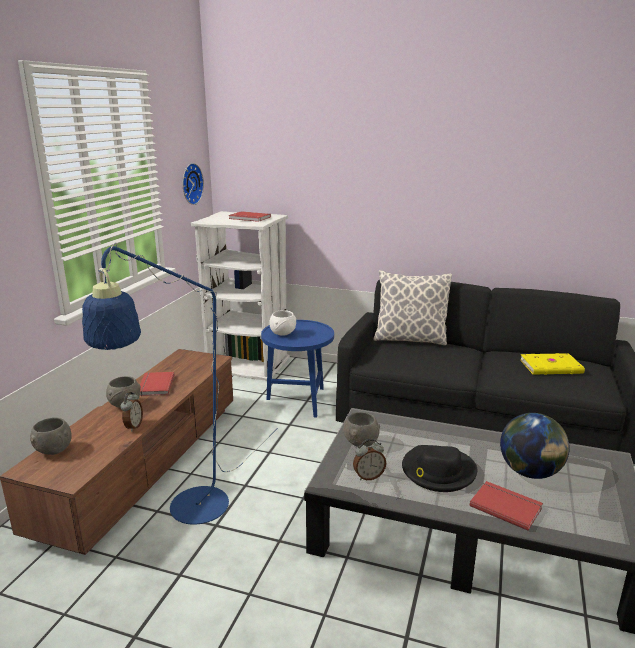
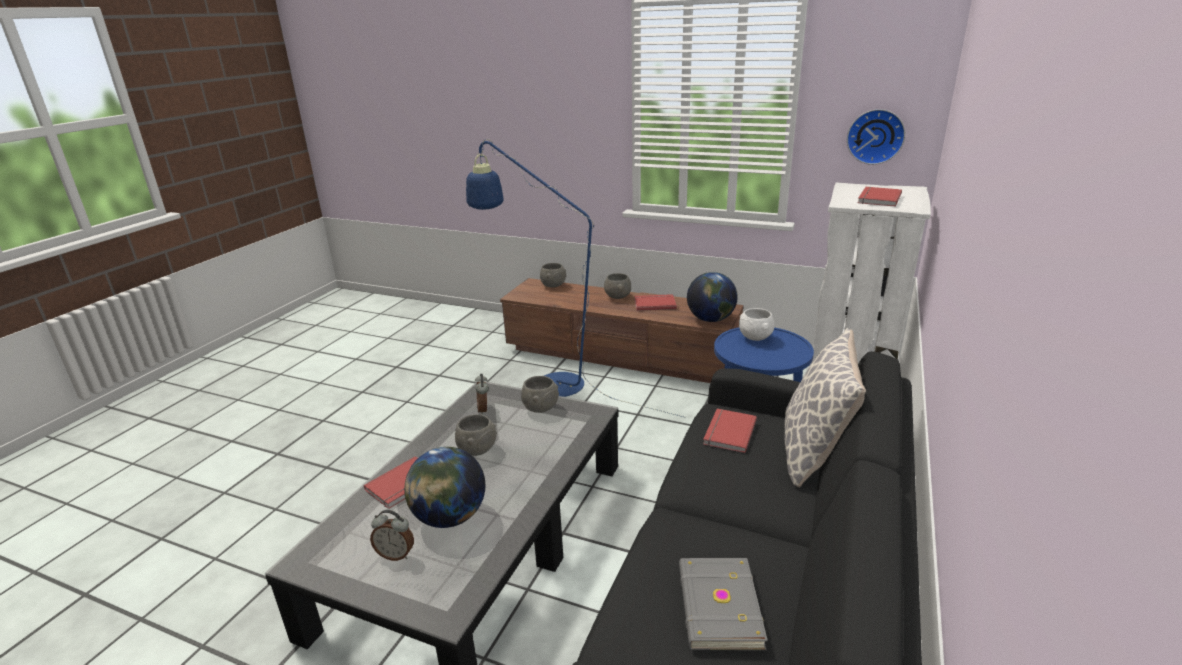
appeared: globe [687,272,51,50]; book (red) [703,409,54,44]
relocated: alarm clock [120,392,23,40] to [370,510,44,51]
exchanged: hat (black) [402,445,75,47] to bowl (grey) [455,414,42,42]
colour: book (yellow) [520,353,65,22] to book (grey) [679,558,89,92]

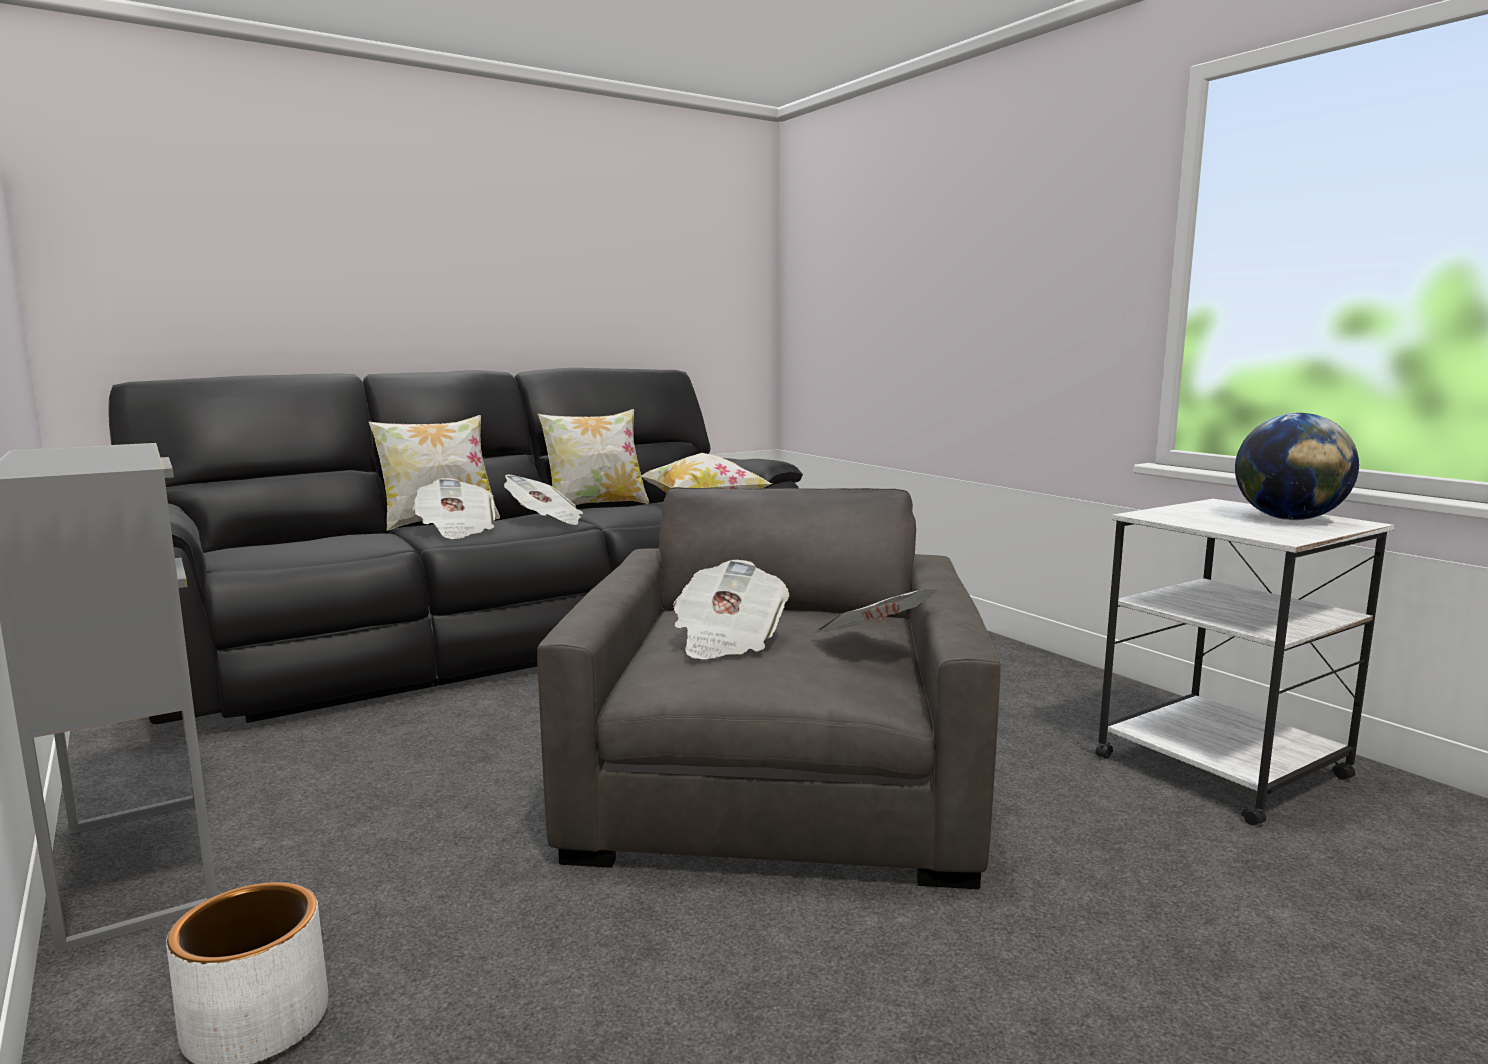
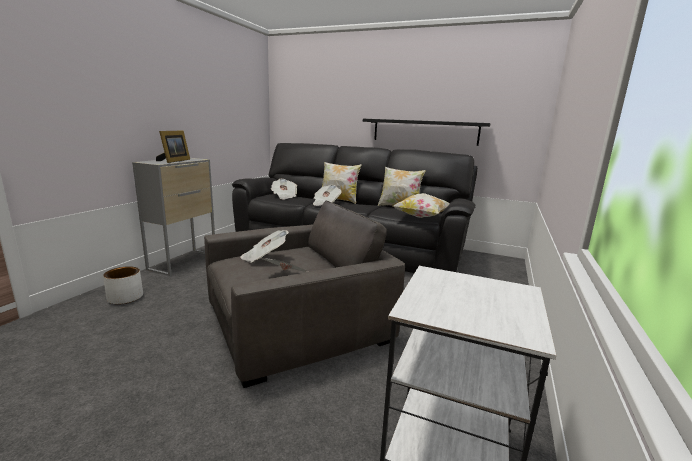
missing: globe [1235,413,124,107]
appeared: picture frame [156,130,34,33]; shelf (black) [363,119,127,27]
relocated: newspaper [504,475,79,50] to [271,179,26,20]

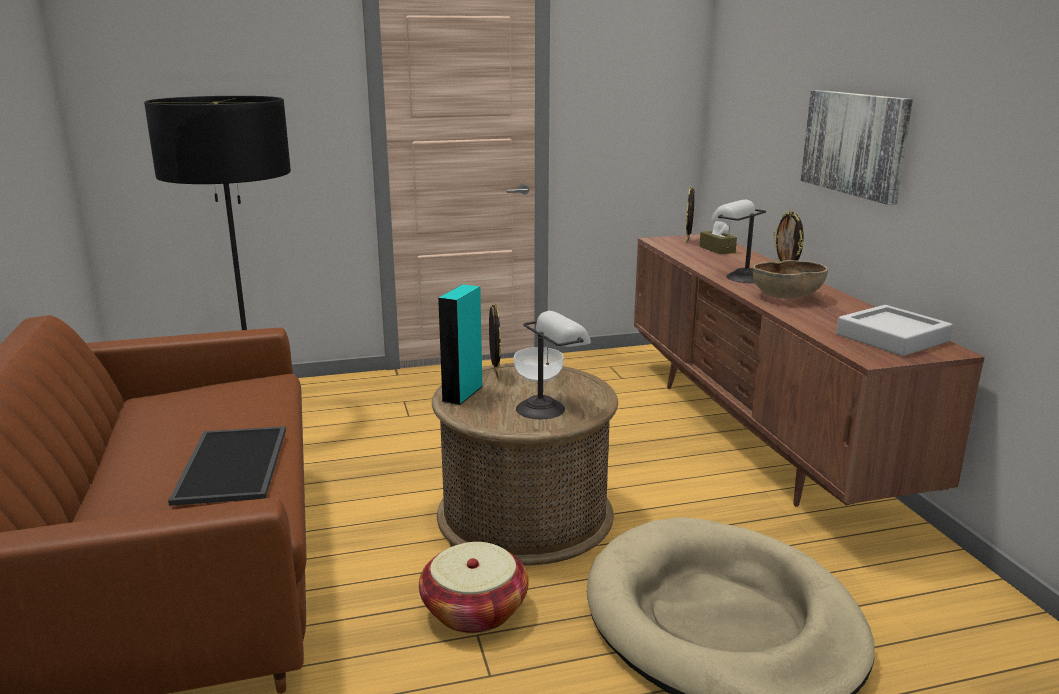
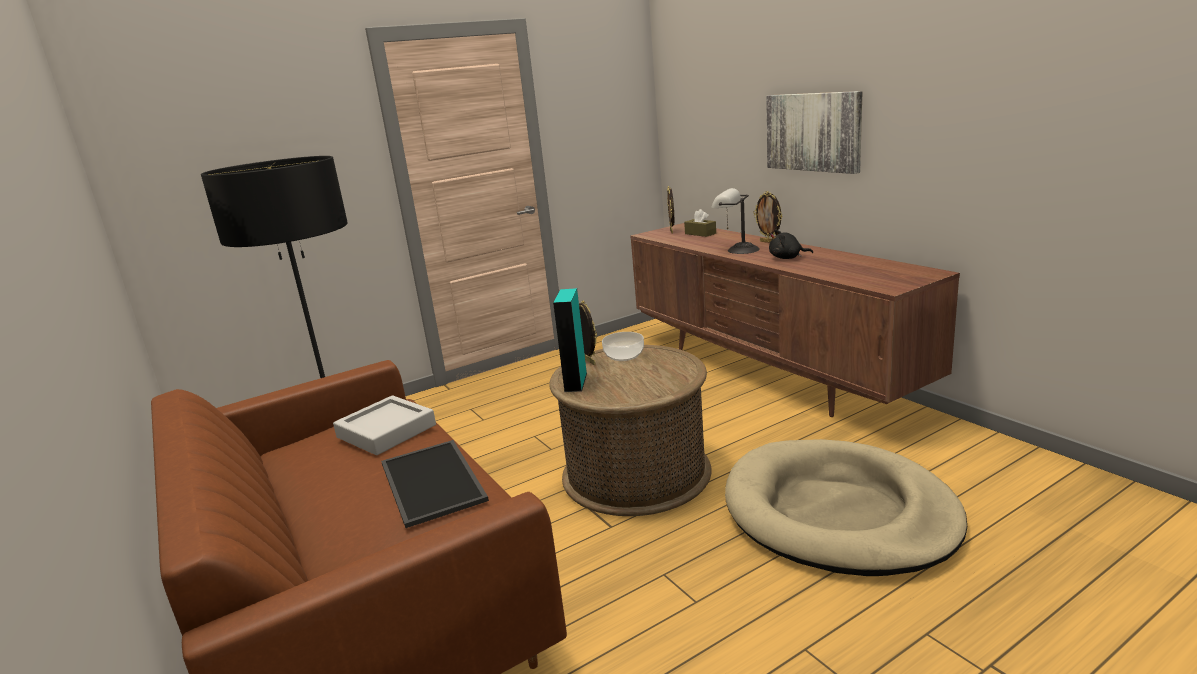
missing: basket [419,542,110,91]; table lamp [516,311,75,108]
relocated: tray (grey) [836,305,117,51] to [333,395,103,60]
exchanged: bowl (brown) [753,260,75,39] to plush toy (black) [769,230,44,29]

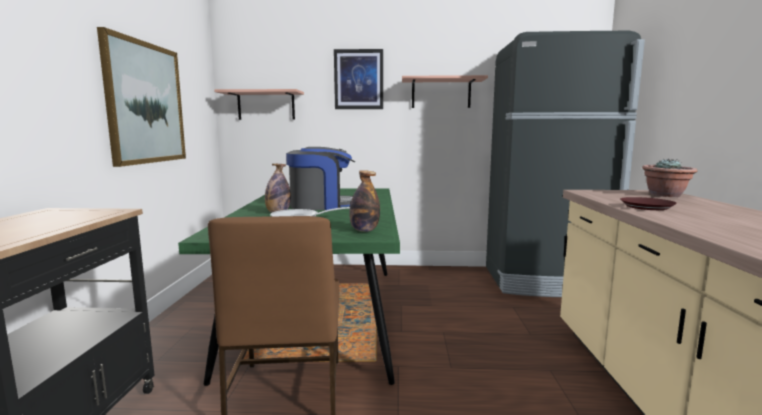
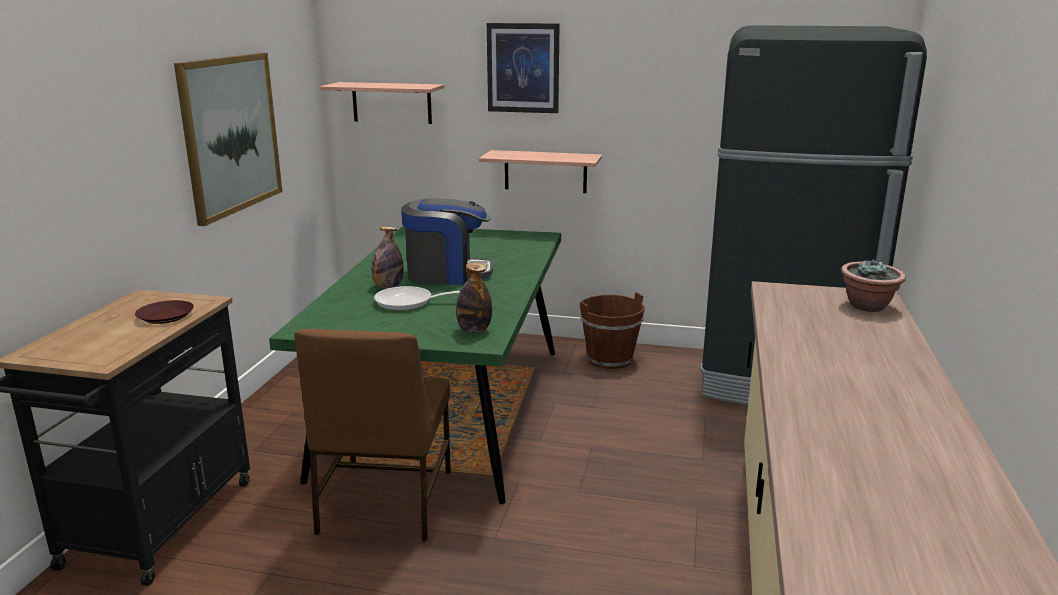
appeared: bucket (brown) [580,292,65,77]
relocated: shelf [402,75,86,33] to [479,150,123,43]; plate (brown) [620,197,57,13] to [135,300,59,24]

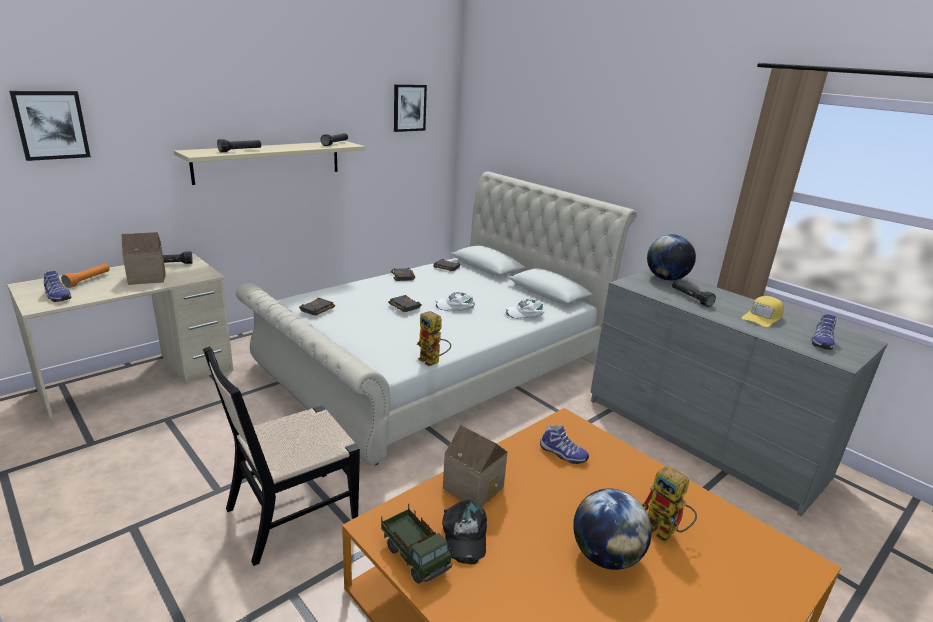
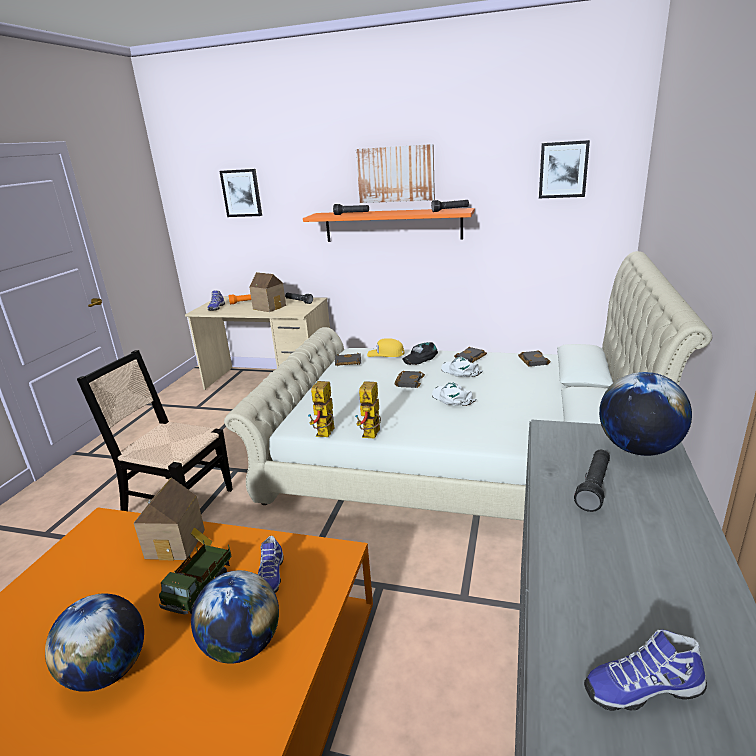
appeared: globe [191,570,88,94]; picture [356,144,79,59]
relocated: toy truck [381,504,71,80] to [159,540,73,74]; cap (black) [442,500,45,64] to [402,342,36,23]; cap (white) [505,299,40,19] to [441,357,42,20]; toy robot [642,466,55,77] to [355,381,26,58]; cap (yellow) [742,296,42,31] to [367,338,38,19]
colour: shelf (beige) [174,141,191,44] to shelf (orange) [303,208,172,34]

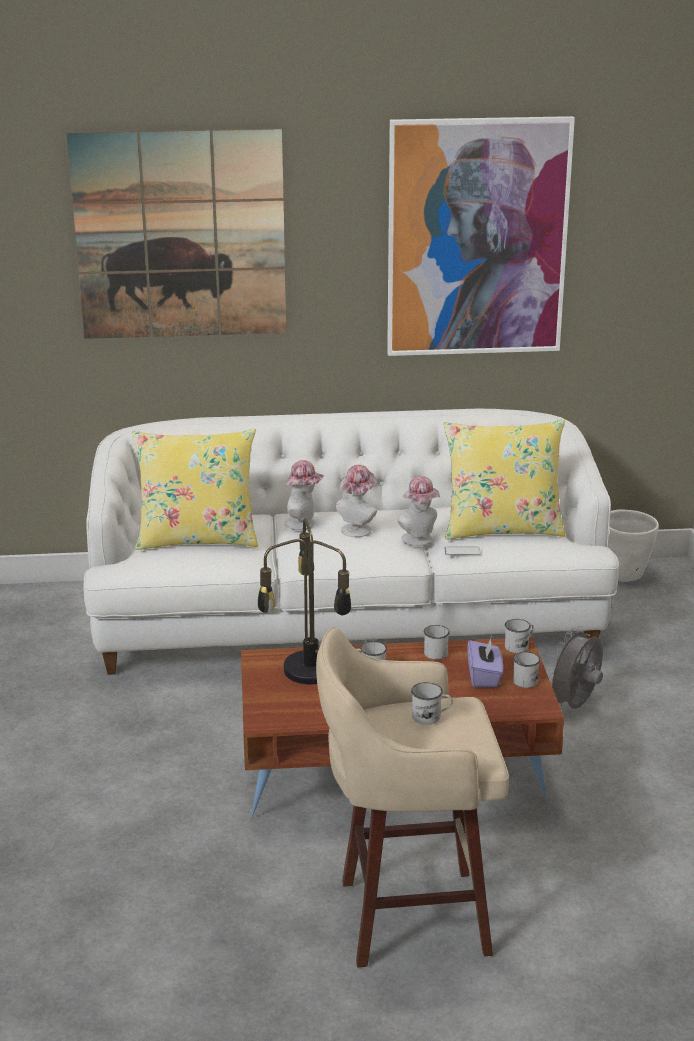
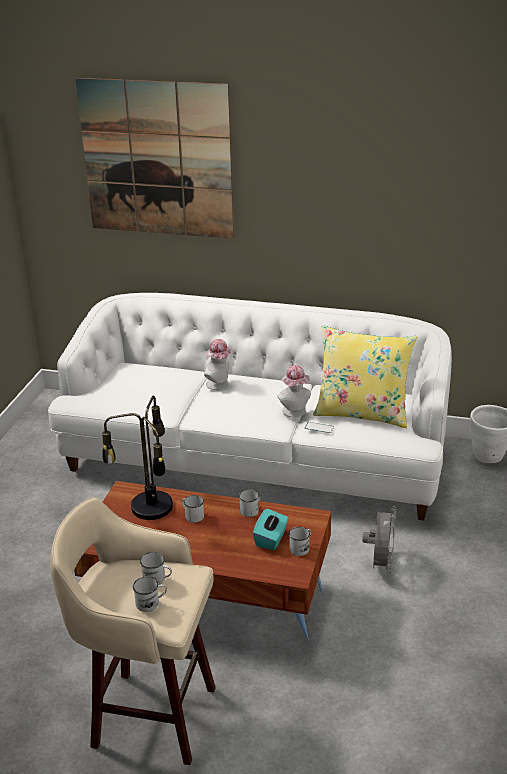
missing: pillow (yellow) [132,428,126,122]; hat [336,465,41,72]; picture [387,116,188,240]
relocated: mug (white) [505,619,29,34] to [133,577,34,35]
colour: tissue box (purple) [467,639,36,48] to tissue box (turquoise) [253,508,36,42]
spun: fan (grey) [548,626,55,83] = [362,506,34,68] 135 degrees clockwise

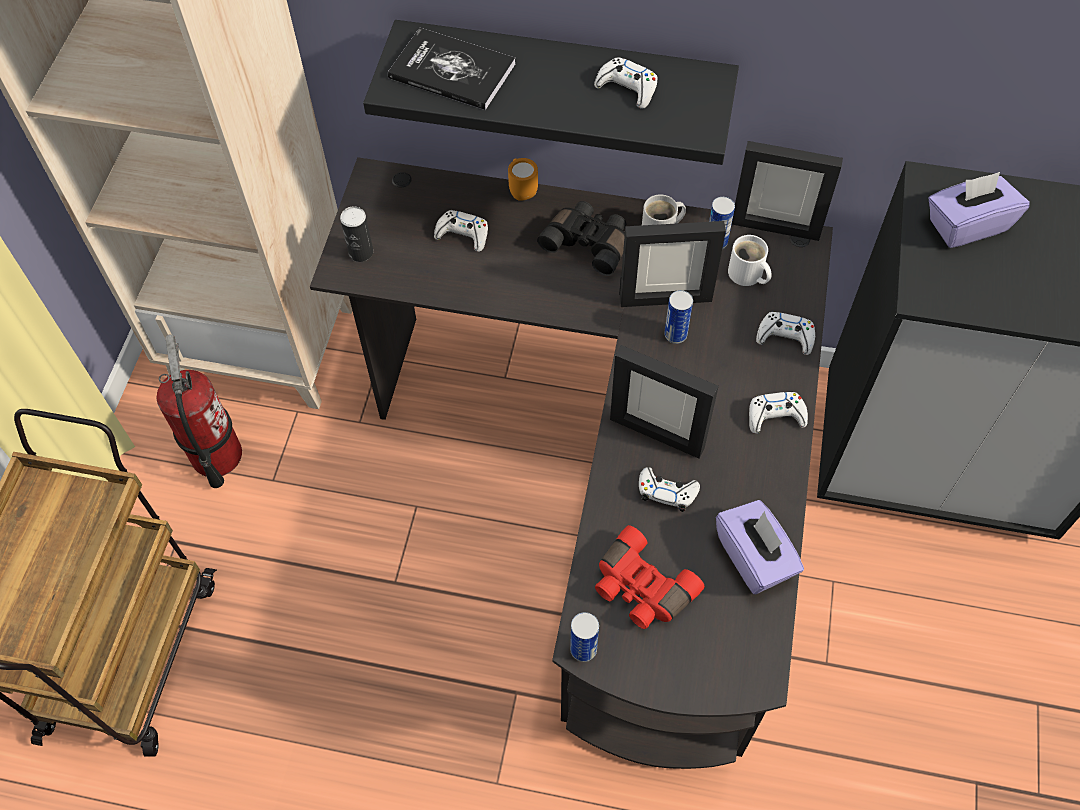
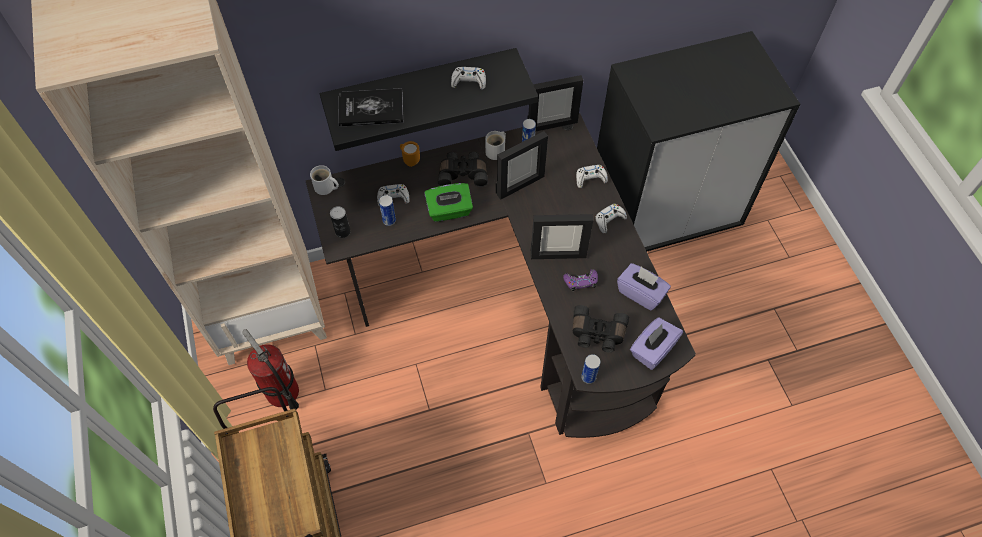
appeared: tissue box (green) [424,183,49,39]
relocated: can [664,290,29,54] to [379,195,17,31]; mug (white) [728,235,44,51] to [310,165,29,30]; tissue box (purple) [929,172,101,76] to [630,317,53,53]
colour: binoculars (red) [595,525,110,104] to binoculars (black) [573,305,56,48]; game controller (white) [639,467,61,45] to game controller (purple) [563,269,35,22]

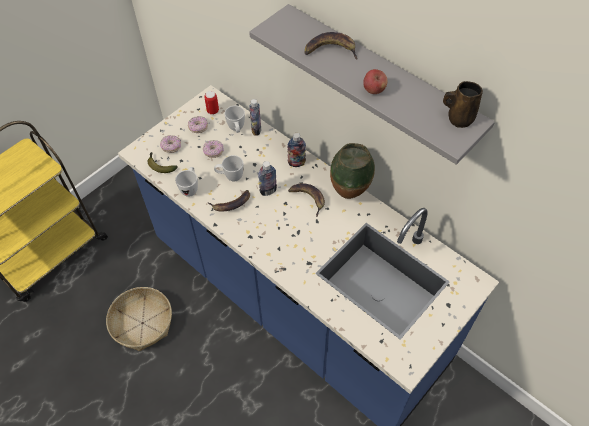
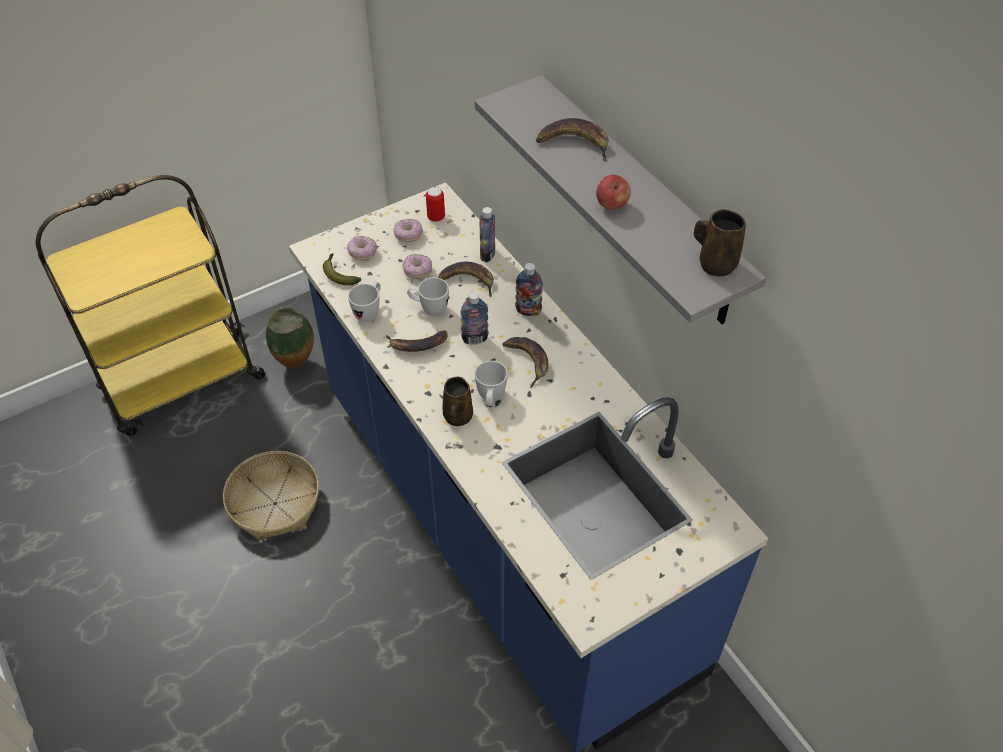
appeared: banana [438,262,56,35]; mug (brown) [442,377,31,49]
relocated: mug (white) [224,106,21,27] to [474,361,34,45]; vase [330,143,45,56] to [266,308,48,61]

